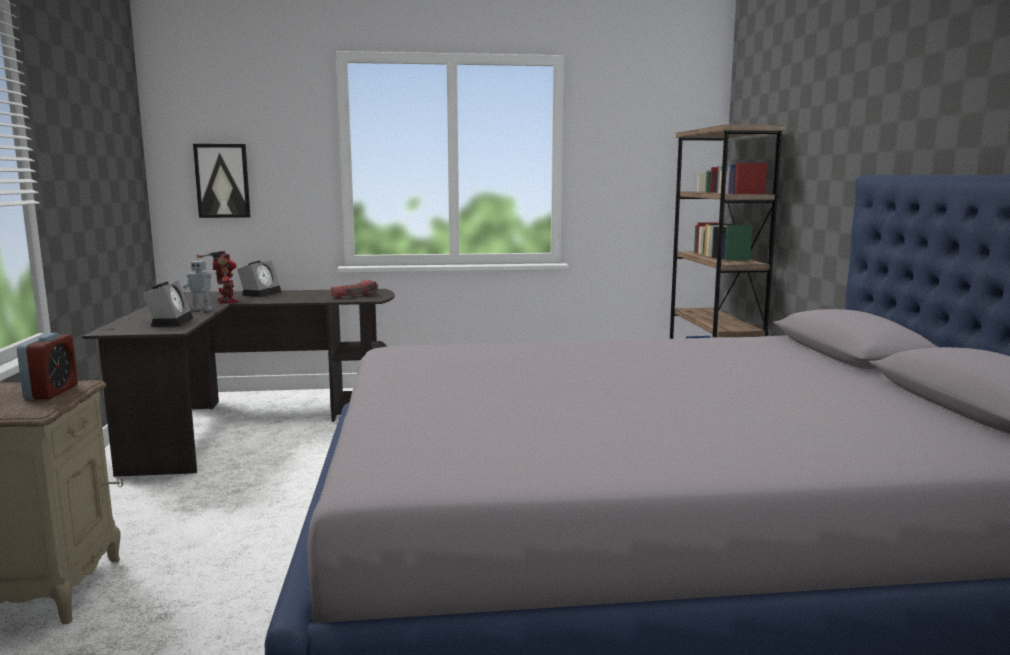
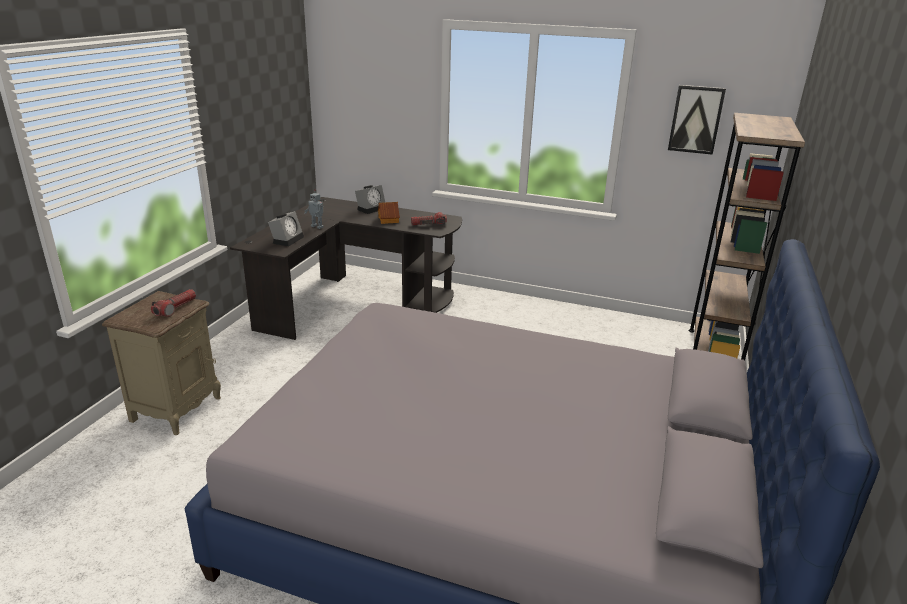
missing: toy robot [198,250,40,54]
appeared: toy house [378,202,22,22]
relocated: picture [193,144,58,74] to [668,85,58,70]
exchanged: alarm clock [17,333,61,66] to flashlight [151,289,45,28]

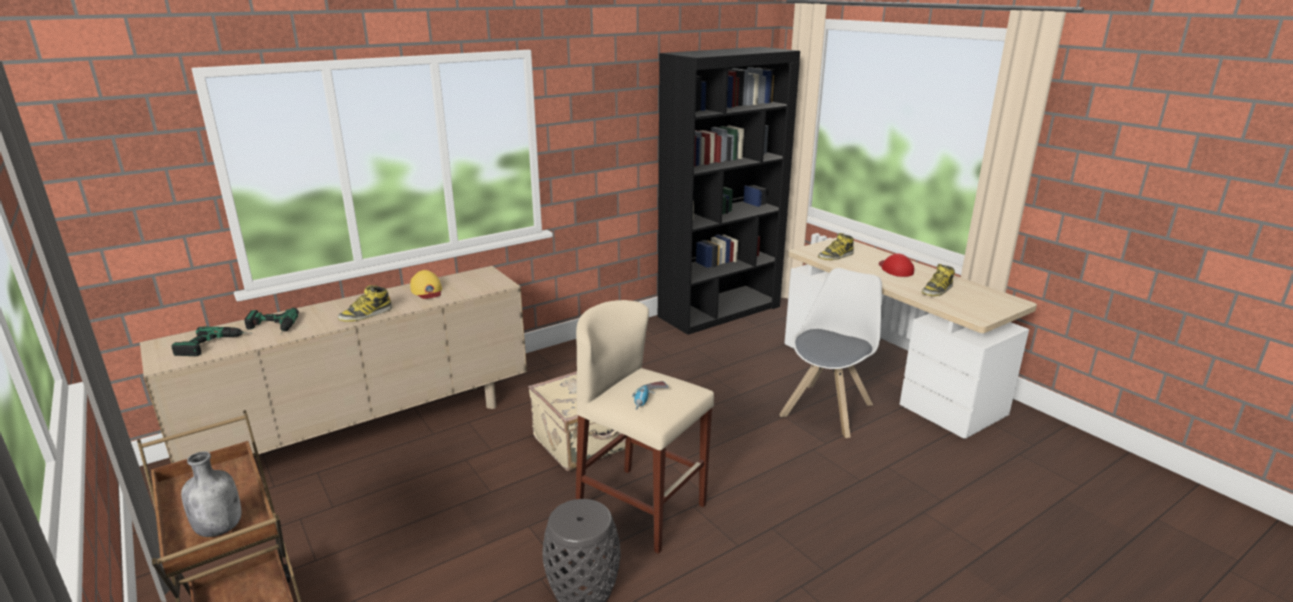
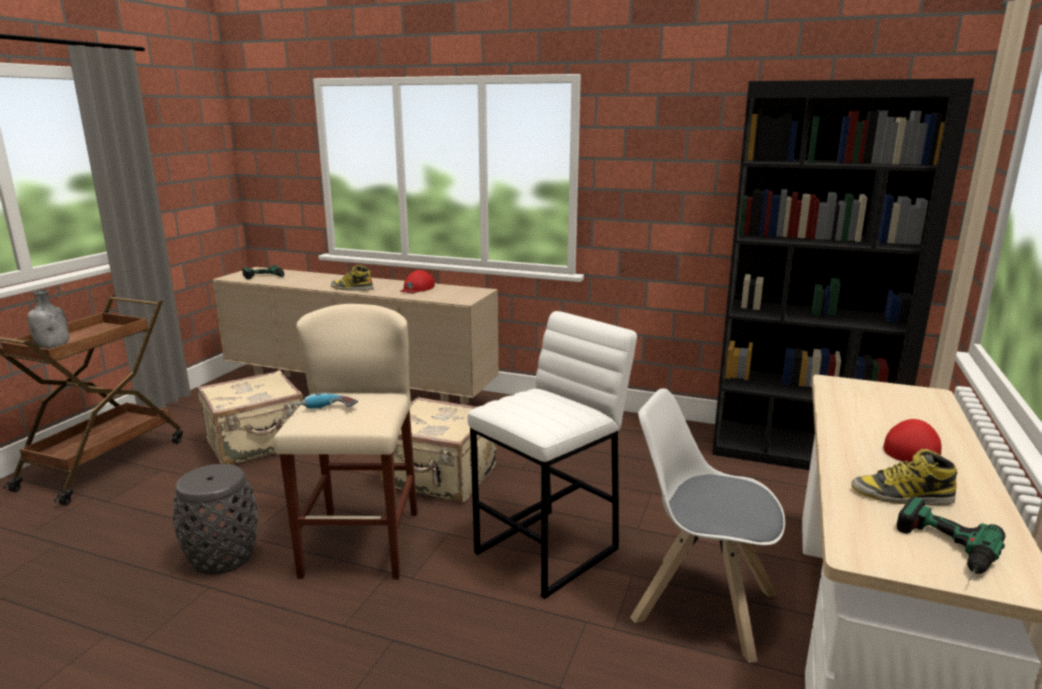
missing: boot [818,233,36,27]
appeared: suitcase (beige) [197,370,106,95]; stool (white) [467,311,170,288]
relocated: power drill [245,308,54,26] to [897,497,109,84]
colour: cap (yellow) [410,270,32,29] to cap (red) [400,270,35,23]
spun: chair [779,268,103,170] = [630,389,155,274] 150 degrees counterclockwise

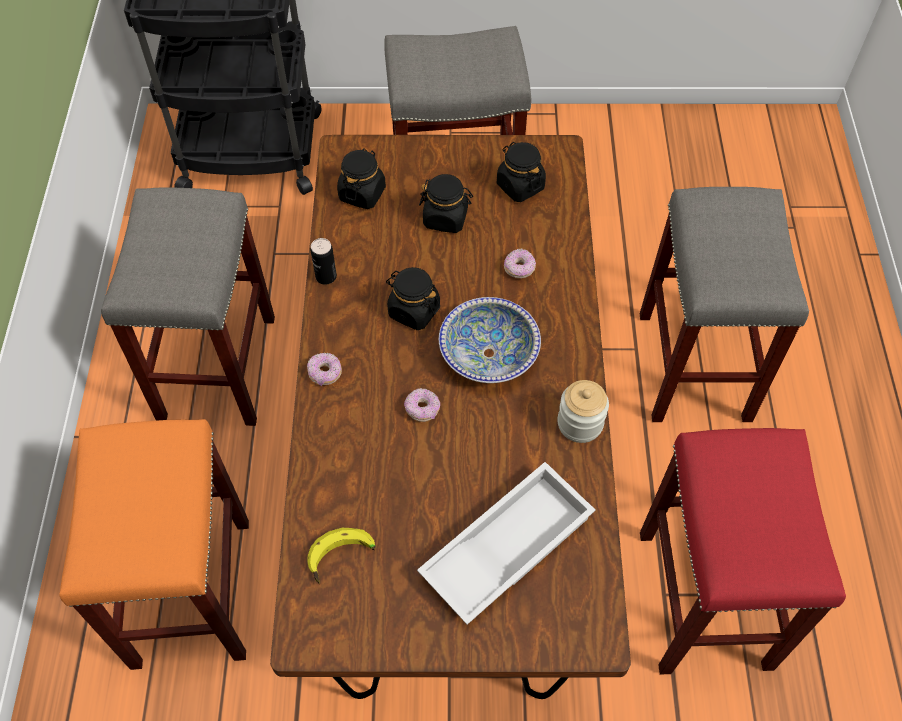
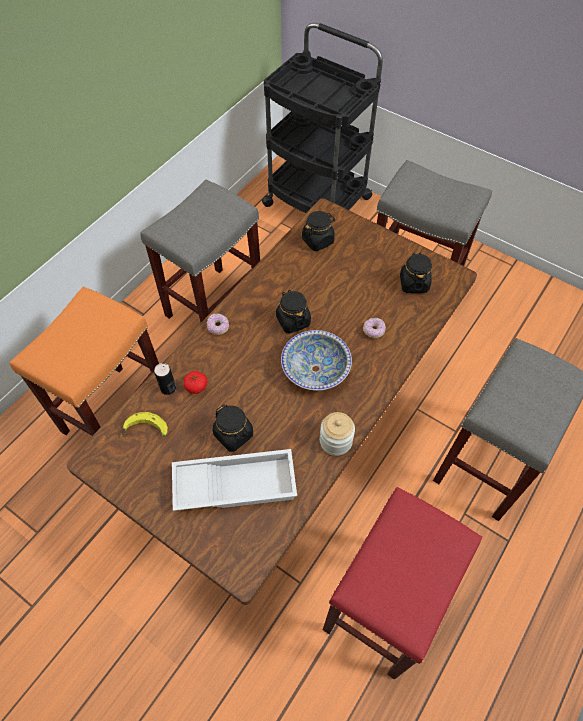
missing: donut [404,388,36,34]
appeared: tomato [184,371,24,23]
relocated: can [310,238,27,47] to [154,363,22,32]; jar (black) [419,174,54,59] to [213,404,40,48]

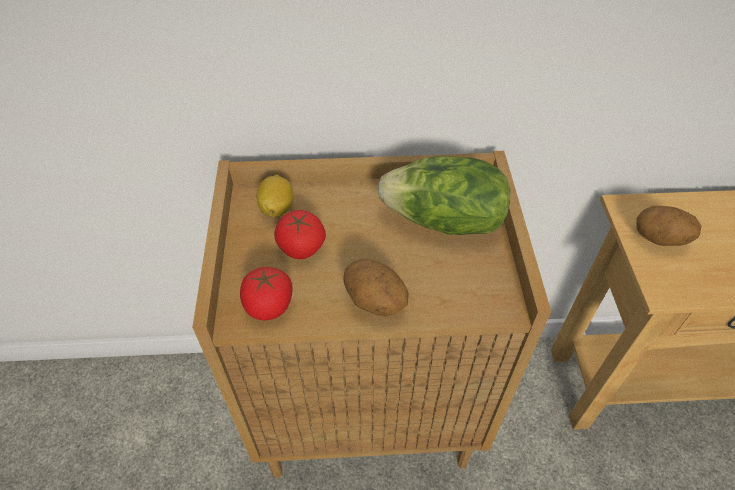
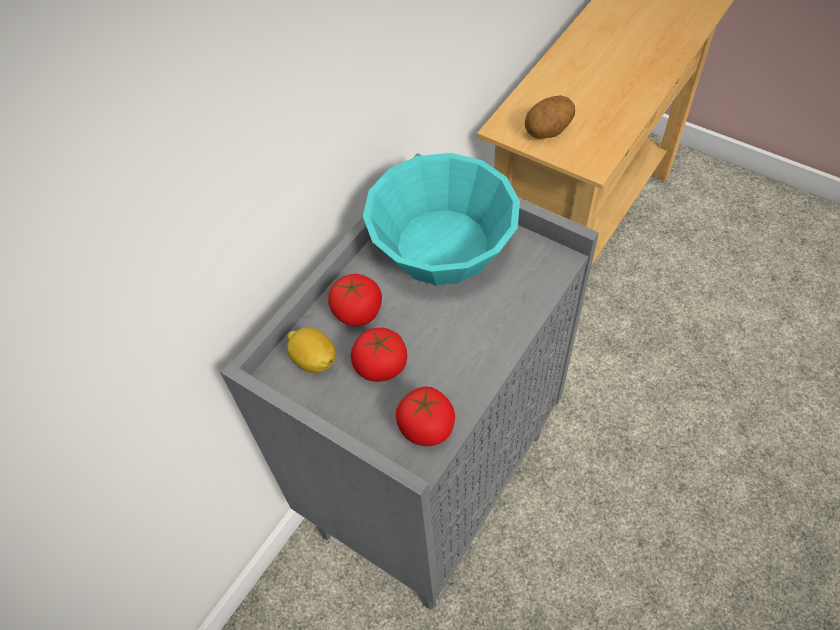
missing: potato [343,258,66,58]
appeared: tomato [328,274,54,52]
exchanged: lettuce [378,156,132,79] to bowl (turquoise) [363,153,157,132]
colour: cabinet (brown) [192,151,359,327] to cabinet (grey) [220,153,379,456]

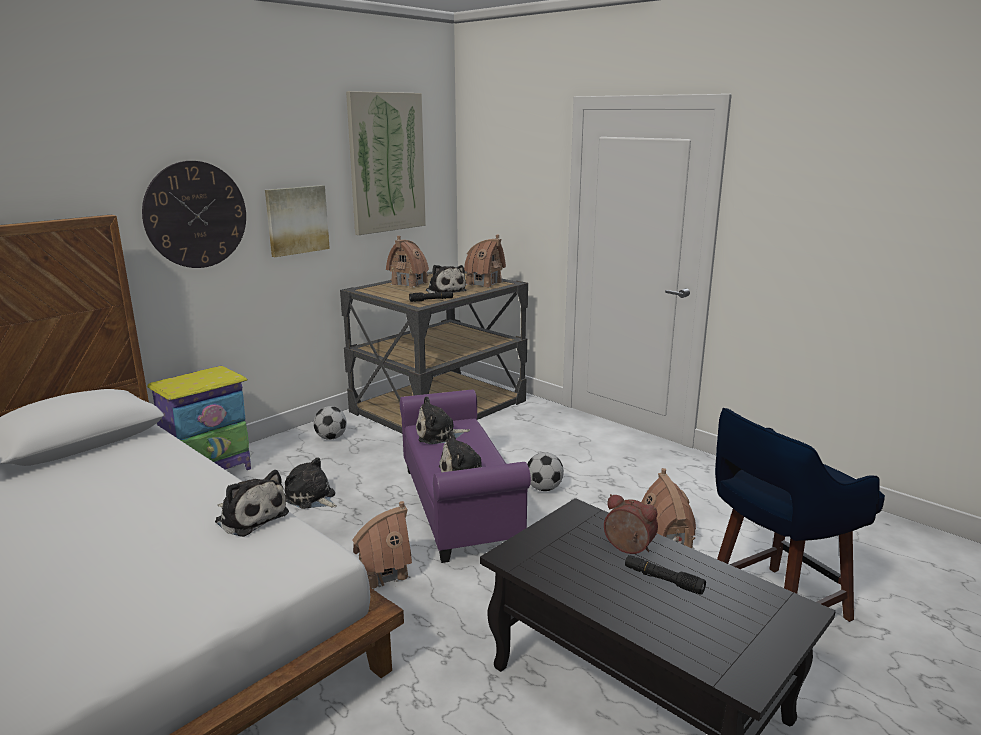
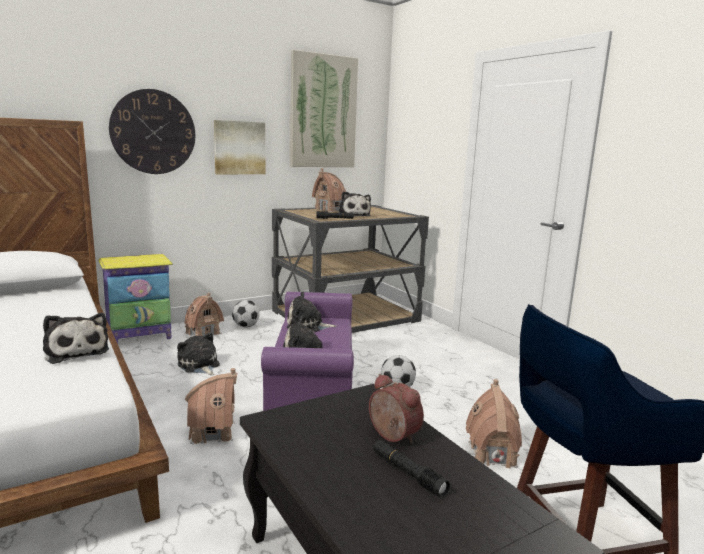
relocated: toy house [464,235,42,52] to [185,293,39,43]

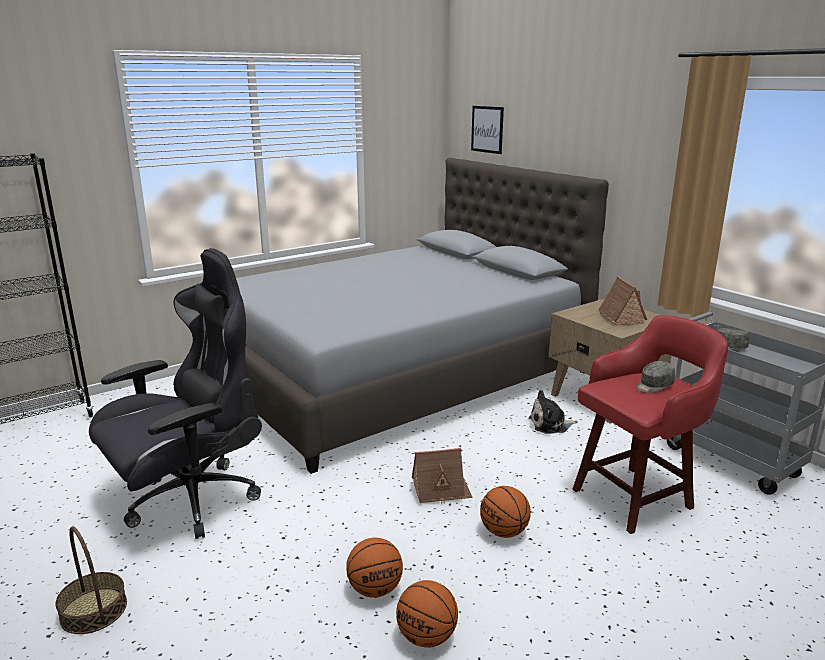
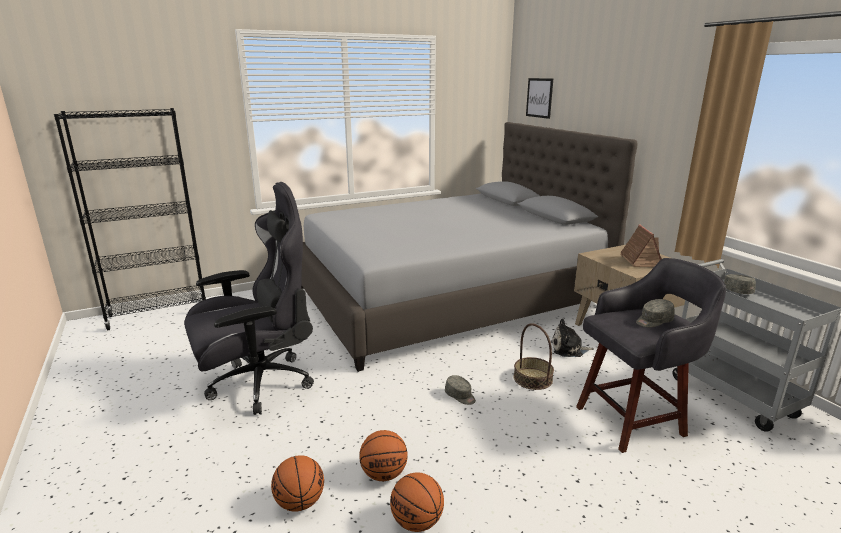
relocated: basket [55,526,72,108] to [513,323,41,67]; basketball [480,486,51,52] to [271,455,53,57]
exchanged: toy house [412,448,61,56] to cap (grey) [445,375,31,30]
colour: stool (red) [572,315,156,219] to stool (grey) [576,258,150,195]

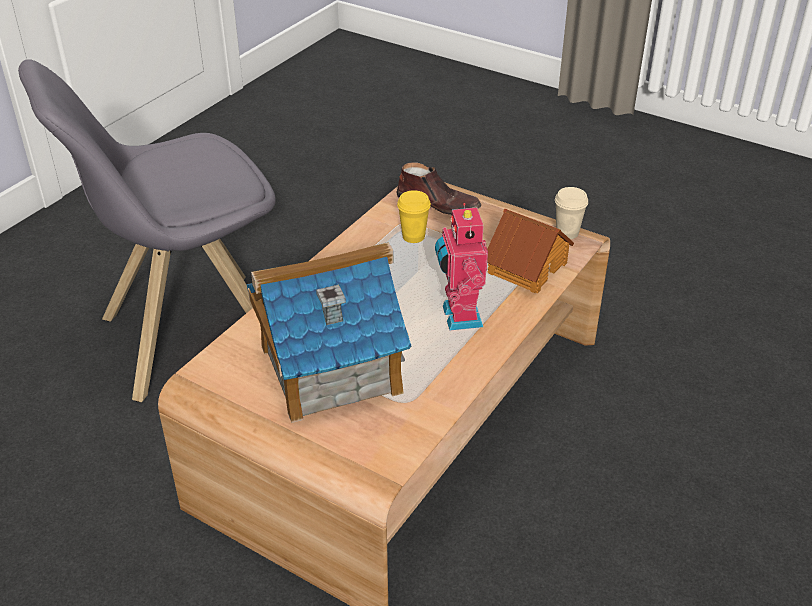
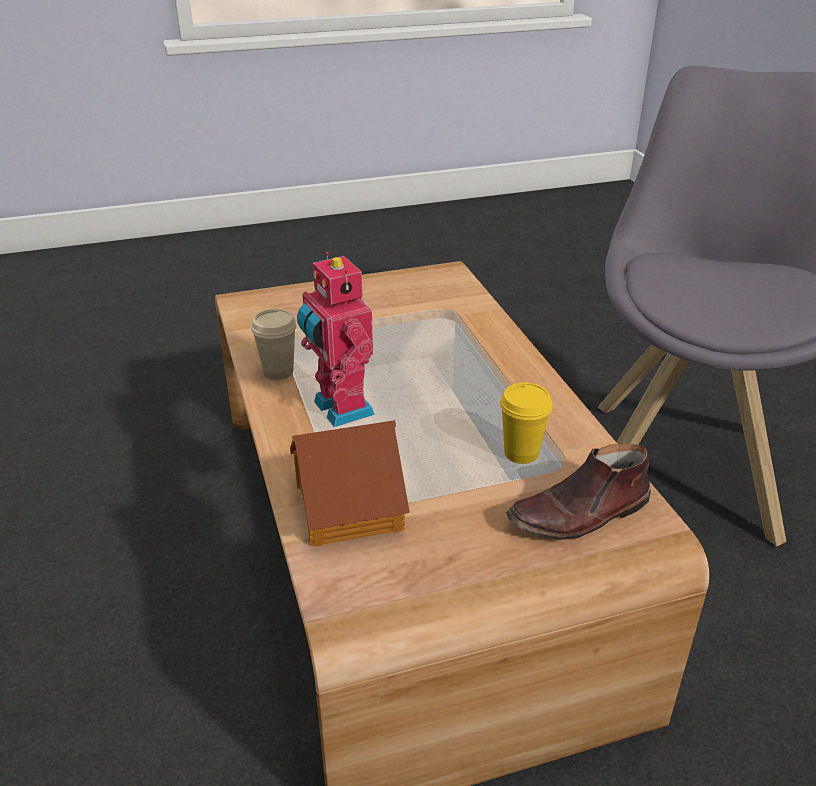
missing: toy house [247,242,164,181]
relocated: cup (beige) [555,187,33,52] to [251,309,46,71]
spun: toy robot [435,203,53,128] = [297,252,78,175] 150 degrees counterclockwise

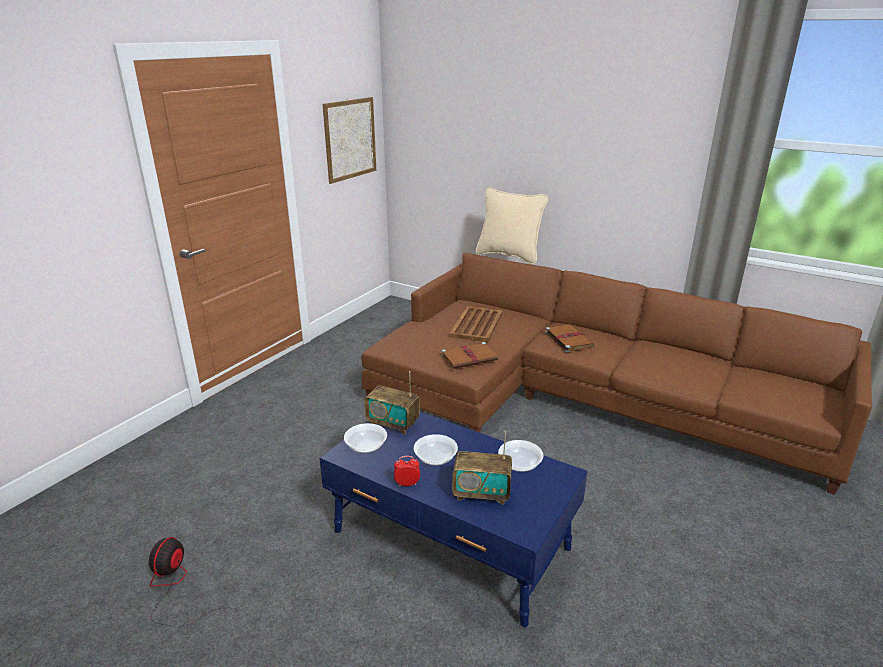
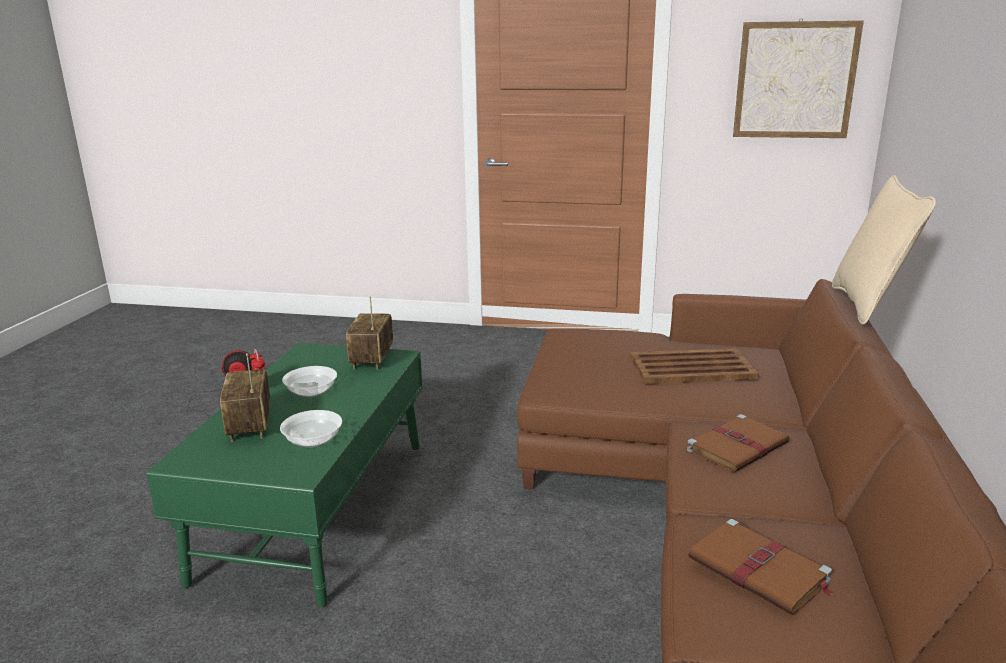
missing: bowl [344,423,43,30]
relocated: book (brown) [441,342,57,27] to [688,519,146,96]
colour: coffee table (blue) [319,412,269,215] to coffee table (green) [146,343,277,264]

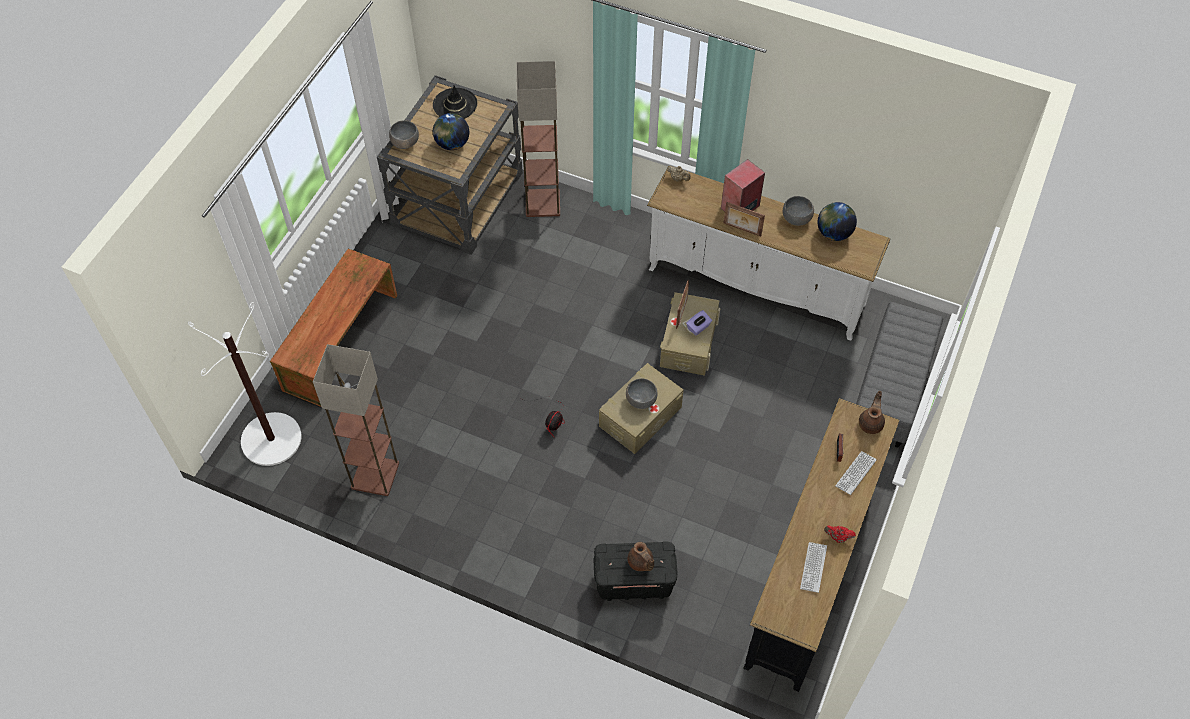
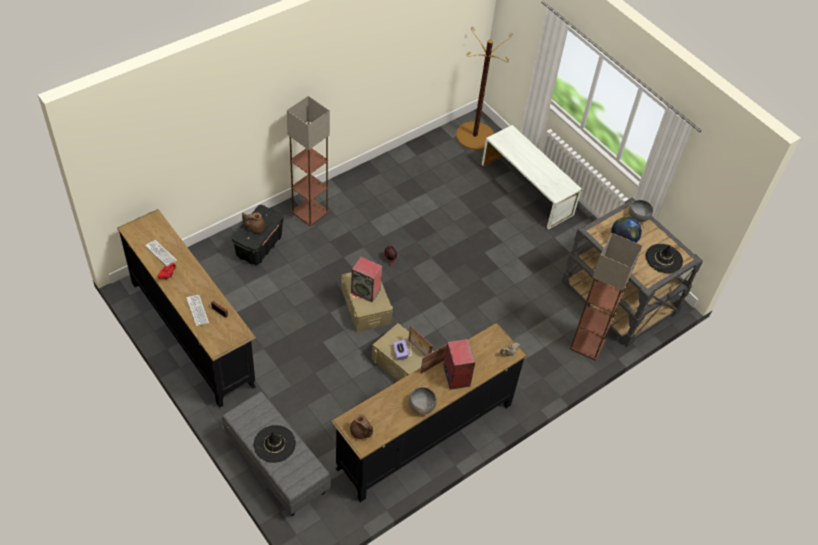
missing: globe [818,202,39,39]
appeared: hat (black) [254,425,42,38]
relocated: floor lamp [313,344,86,152] to [287,96,43,130]; teapot (brown) [859,391,26,43] to [350,414,23,25]
exchanged: bowl (grey) [626,379,32,30] to speaker [351,257,31,45]
colour: clothes rack (white) [188,302,114,164] to clothes rack (brown) [456,27,56,123]; bench (brown) [270,249,127,158] to bench (white) [482,125,100,105]; dresser (white) [647,166,243,175] to dresser (black) [331,322,196,180]

